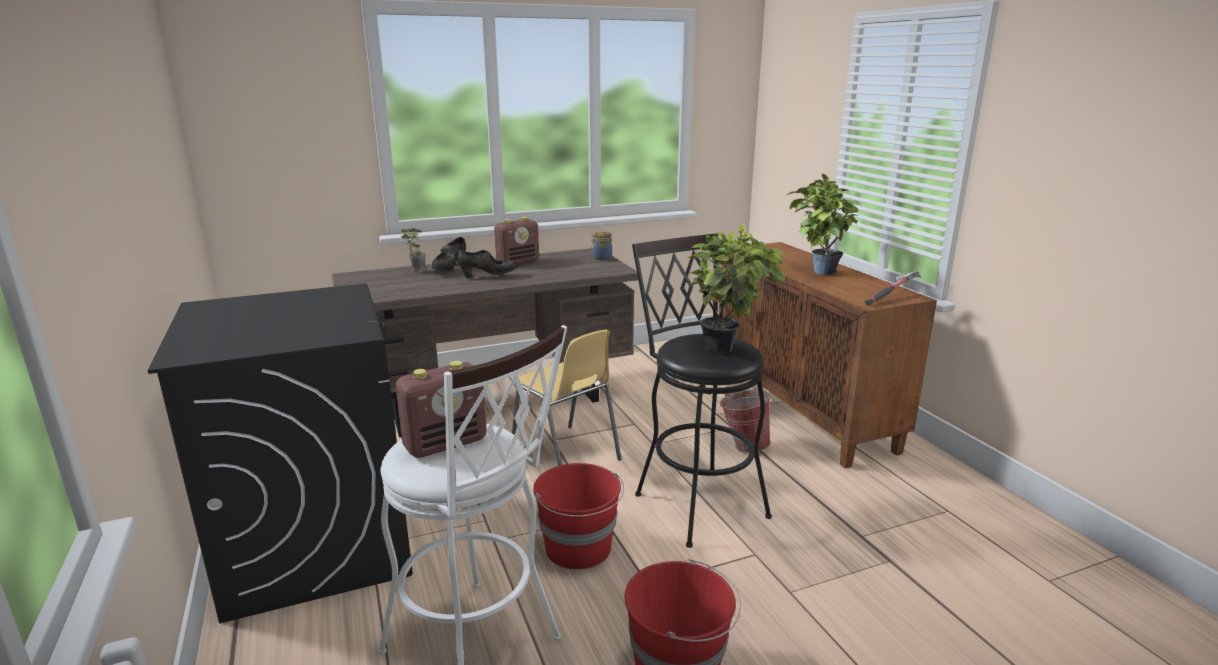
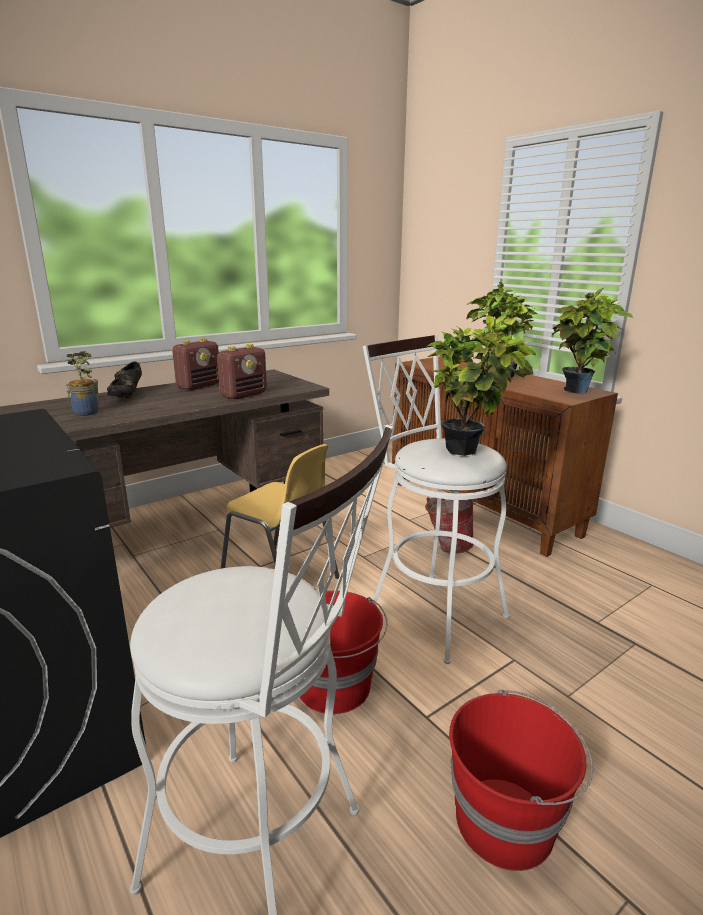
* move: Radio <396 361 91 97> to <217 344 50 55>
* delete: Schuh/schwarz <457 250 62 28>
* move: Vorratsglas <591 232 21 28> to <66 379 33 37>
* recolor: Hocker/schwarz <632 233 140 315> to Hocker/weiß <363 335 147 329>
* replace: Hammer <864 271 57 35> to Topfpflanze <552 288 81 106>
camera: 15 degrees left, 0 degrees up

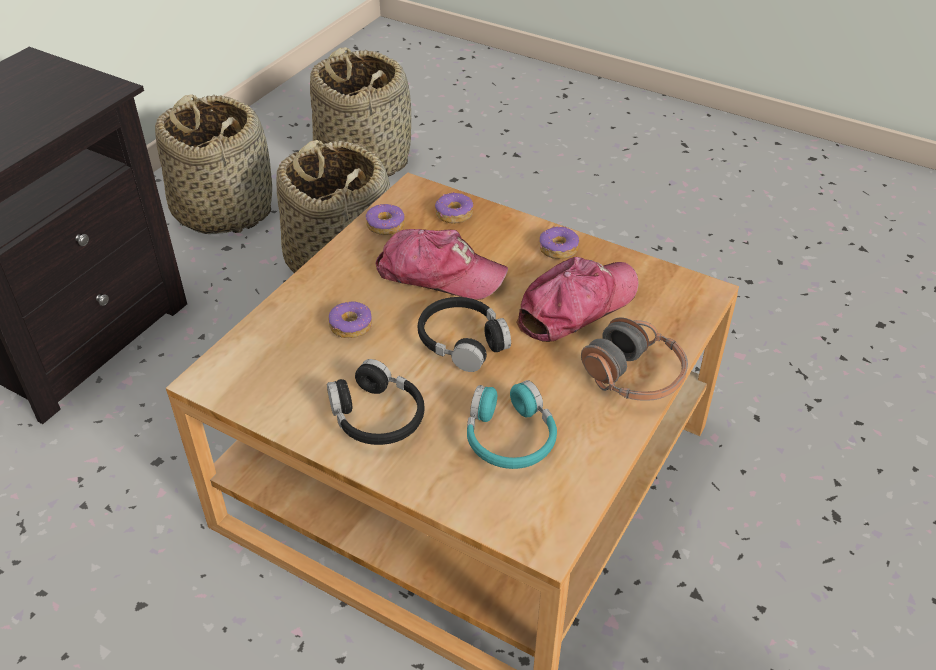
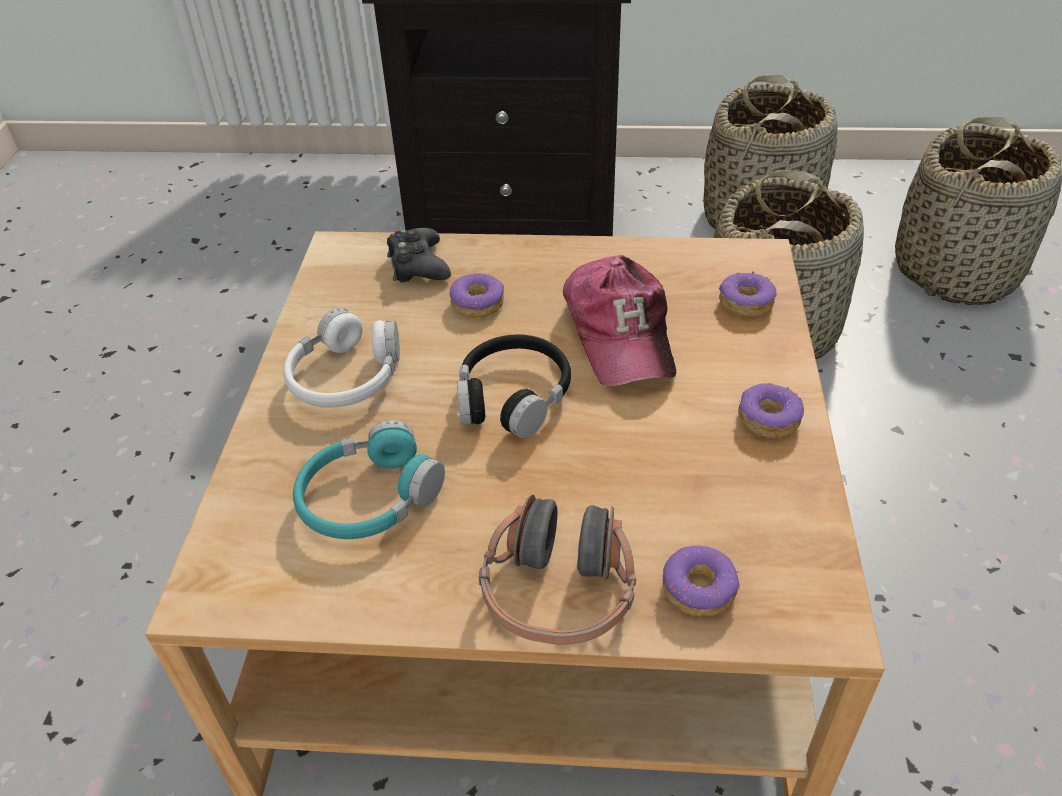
* recolor: Kopfhörer/schwarz <327 359 98 86> to Kopfhörer/weiß <283 308 117 100>
* move: Donut <366 204 39 31> to <663 545 77 72>
* delete: Kappe <516 257 122 85>
* insert: Gamepad/schwarz <387 228 64 54>
camera: 65 degrees right, 0 degrees up

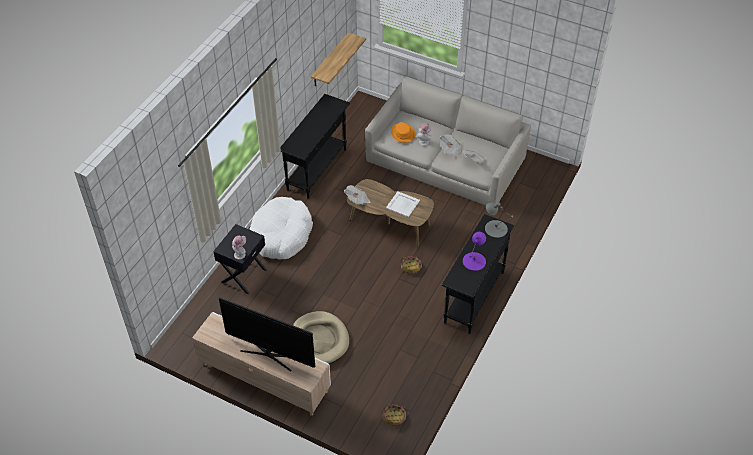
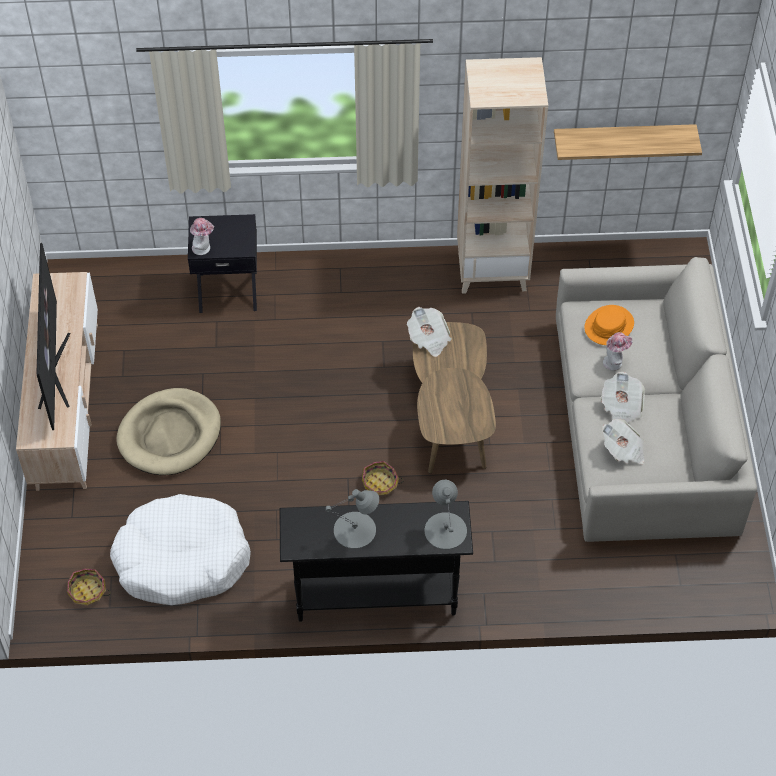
* move: Hundebett/weiß <249 197 64 63> to <110 494 141 111>
* replace: Konsolentisch/schwarz <280 94 70 105> to Bücherregal/beige <457 57 91 237>
* delete: Tablett/weiß <386 191 34 26>
* recolor: Tischlampe/lila <463 232 23 39> to Tischlampe/grau <326 489 53 60>
camera: 60 degrees right, 5 degrees up

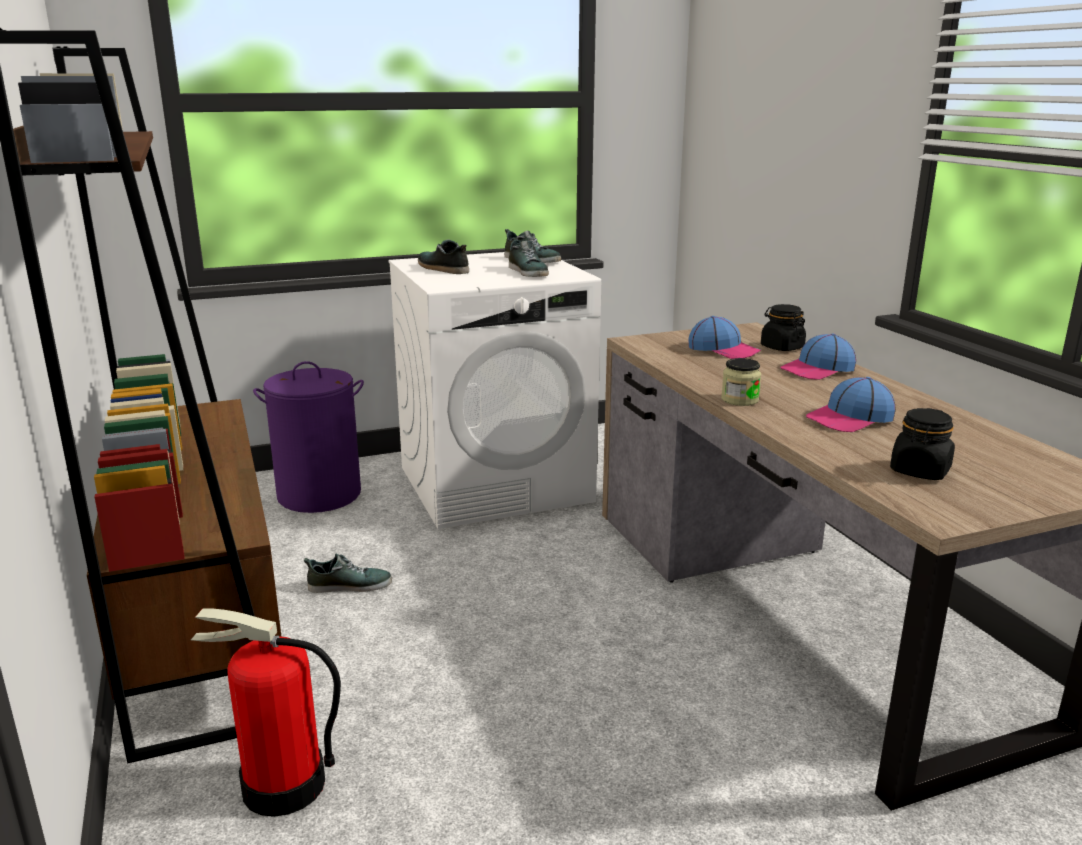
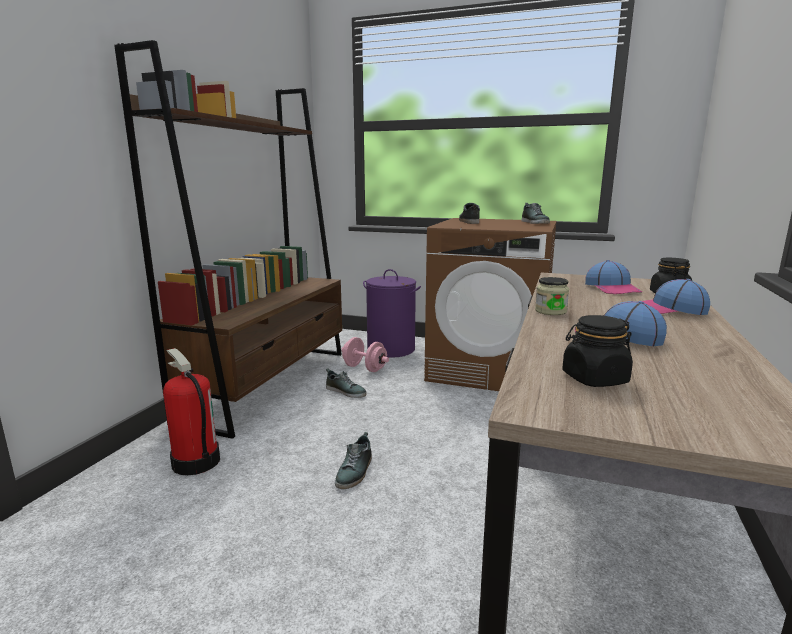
* recolor: Waschmaschine/weiß <388 252 213 277> to Waschmaschine/braun <424 218 133 173>
* move: Schuh <509 238 40 39> to <335 432 37 57>
* insert: Hantel/rosa <341 337 48 35>
camera: 40 degrees right, 5 degrees down

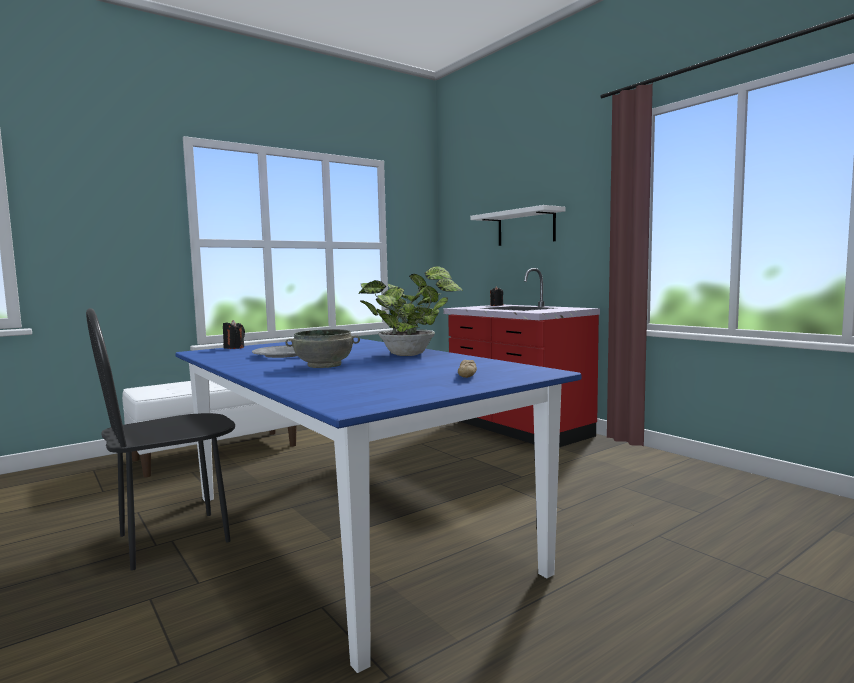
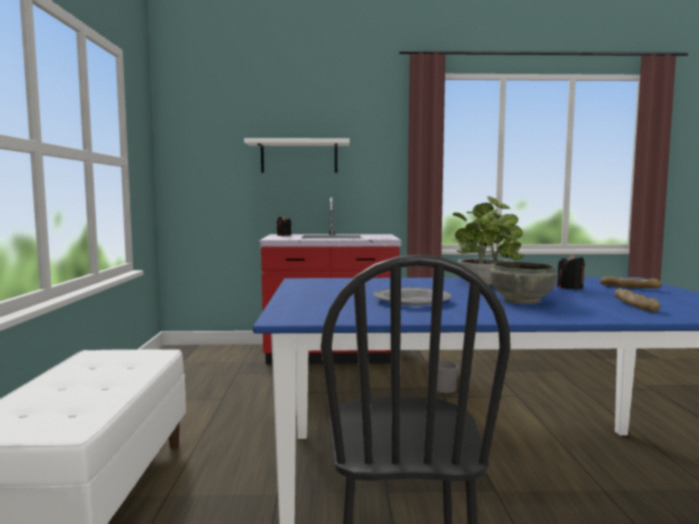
* move: Kerze/schwarz <223 320 22 29> to <557 254 28 36>
* insert: Eimer/grau <428 350 34 43>
* insert: Brot <614 288 46 24>
camera: 55 degrees left, 0 degrees up

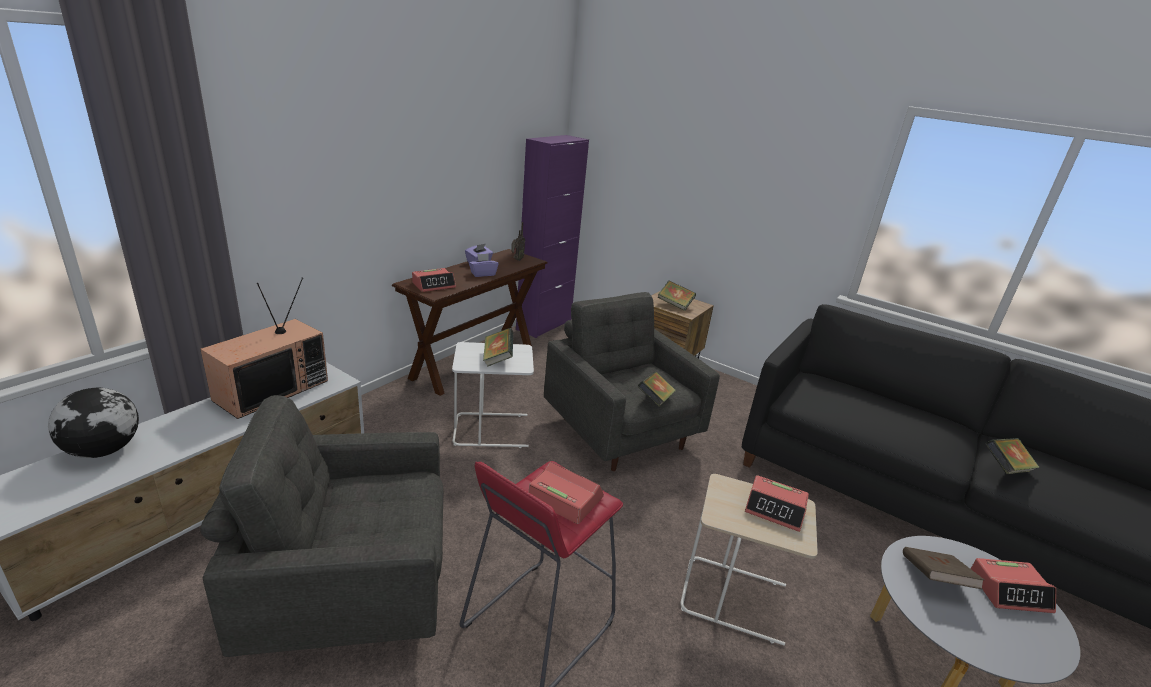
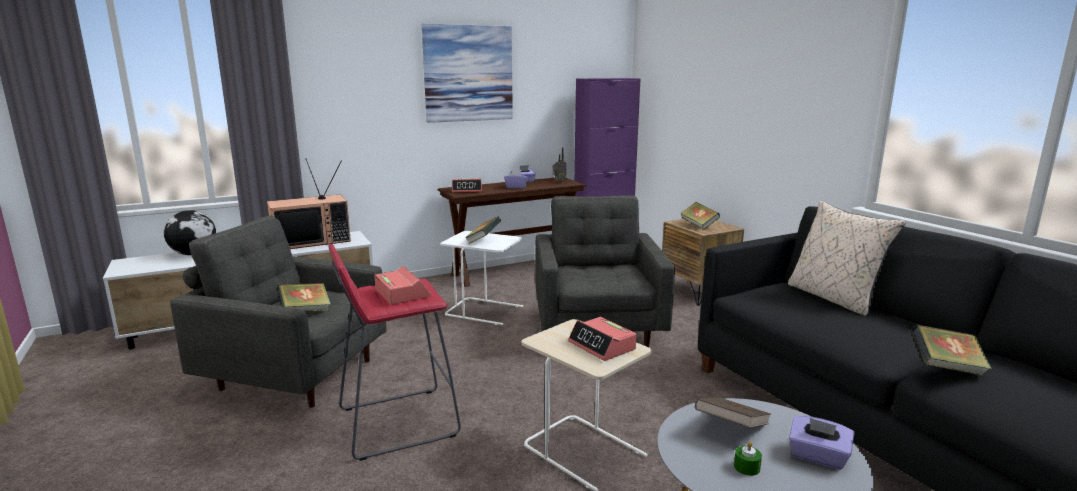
* move: Buch <638 371 38 36> to <277 283 54 29>
* replace: Wecker <971 558 85 55> to Taschentuchbox/lila <789 416 65 54>
* insert: Bild <422 23 91 100>
* insert: Kerze/grün <734 441 28 35>
* insert: Kissen/beige <788 201 117 115>
camera: 30 degrees right, 10 degrees down

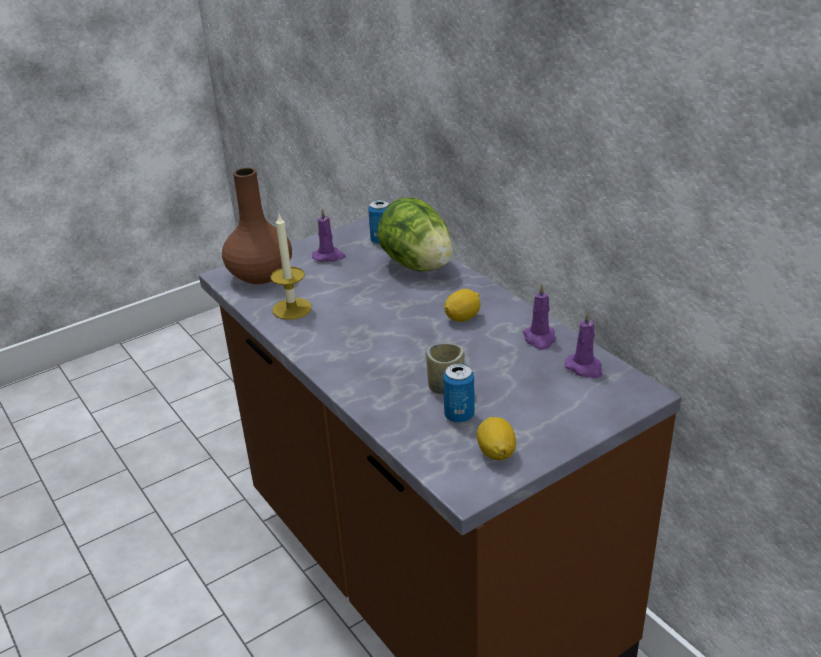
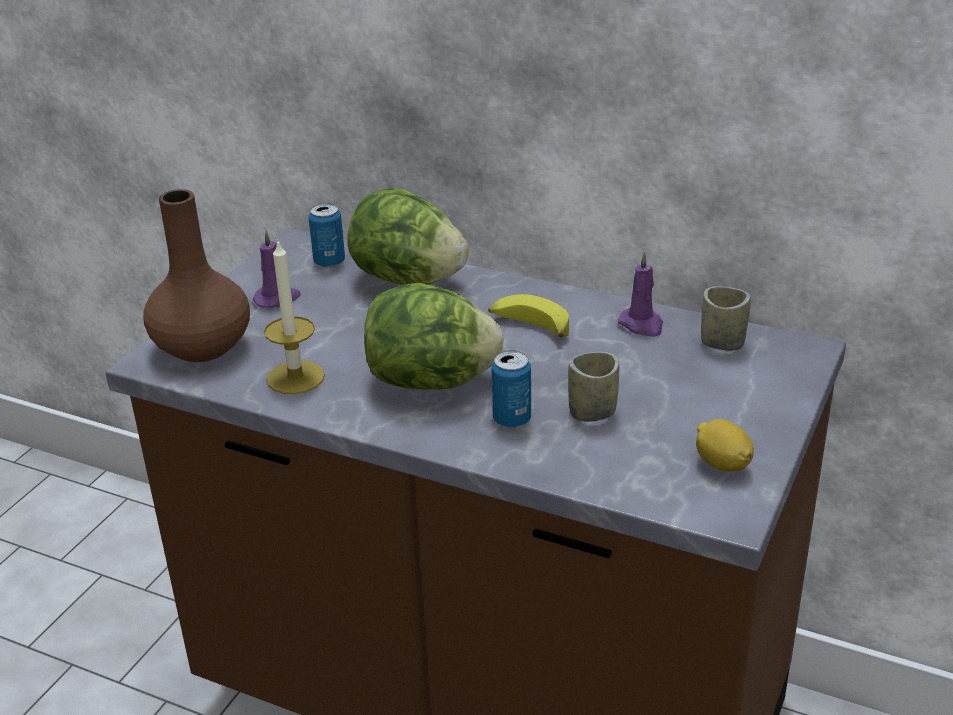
* move: Dose <443 363 32 60> to <492 351 39 77>
* replace: Zitrone <444 289 37 33> to Banane <488 294 81 43>
* replace: Kerze/lila <565 311 37 67> to Tasse <701 286 50 65>
* insert: Salatkopf <364 283 140 106>
camera: 30 degrees left, 0 degrees up

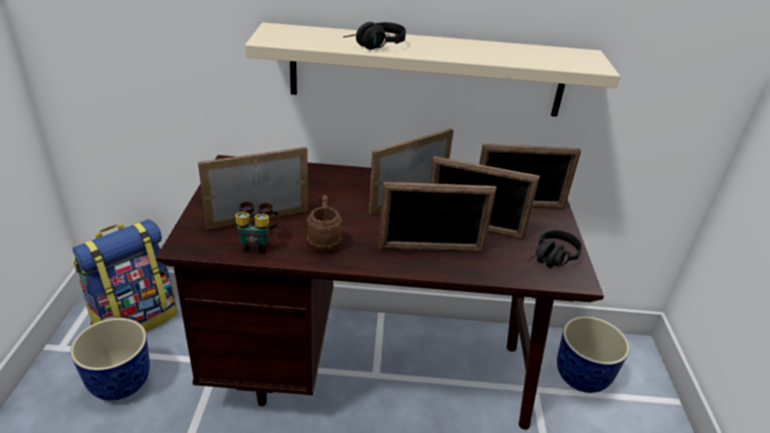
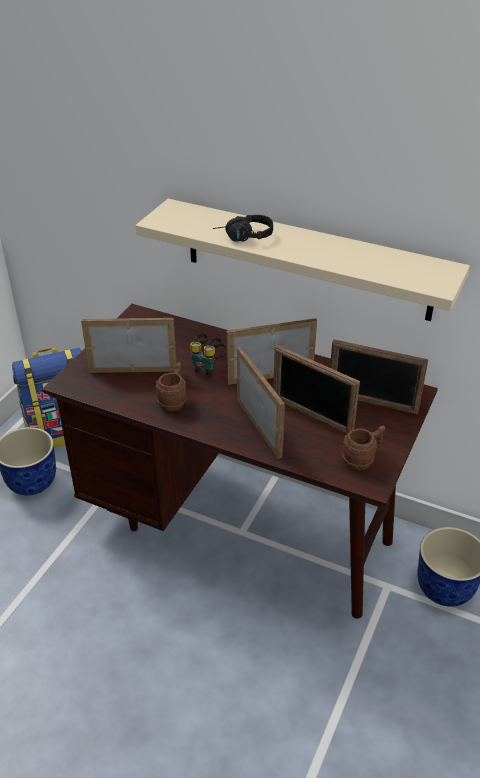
* move: Fernglas <235 201 44 52> to <190 333 36 43>
* rotate: Bilderrahmen <378 182 119 70> = <237 347 48 112> 135 degrees counterclockwise
* replace: Kopfhörer/schwarz <528 230 54 38> to Henkelbecher/braun <342 425 44 45>
camera: 25 degrees right, 5 degrees up

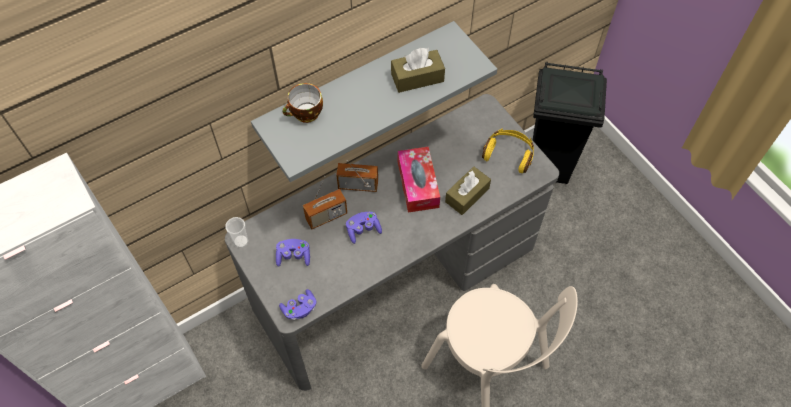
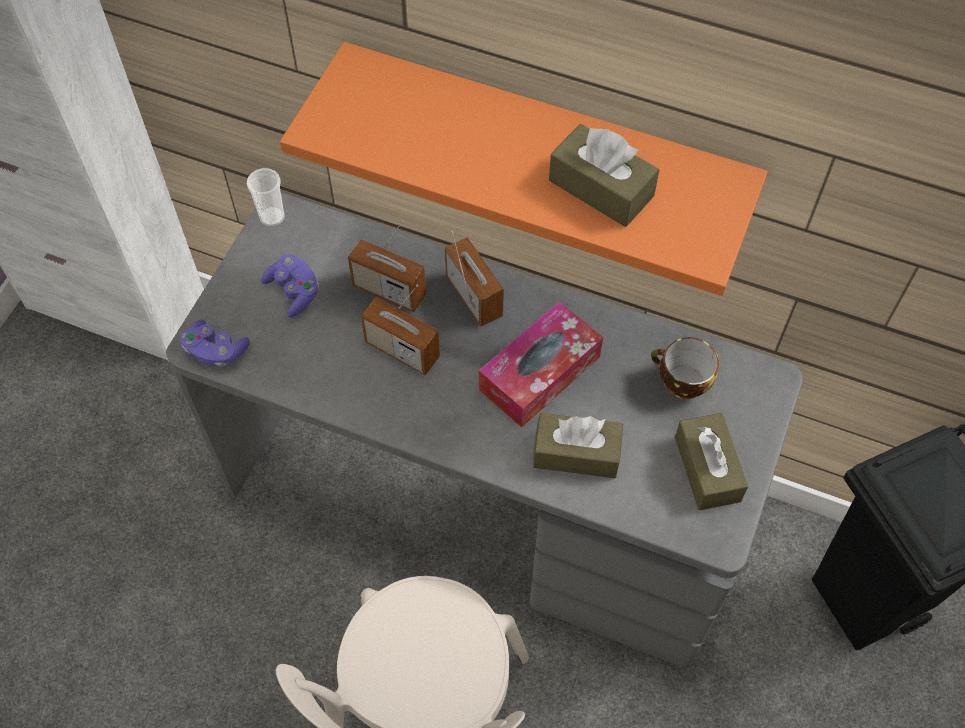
* recolor: Wandregal/grau <251 21 246 161> to Wandregal/orange <280 42 488 254>
* move: Tasse <282 83 41 40> to <651 337 68 62>
* replace: Gamepad/lila <346 212 36 32> to Radio <361 284 79 91>
* replace: Kopfhörer/gelb <482 129 52 44> to Taschentuchbox/braun <675 413 73 97>
camera: 55 degrees right, 0 degrees up

